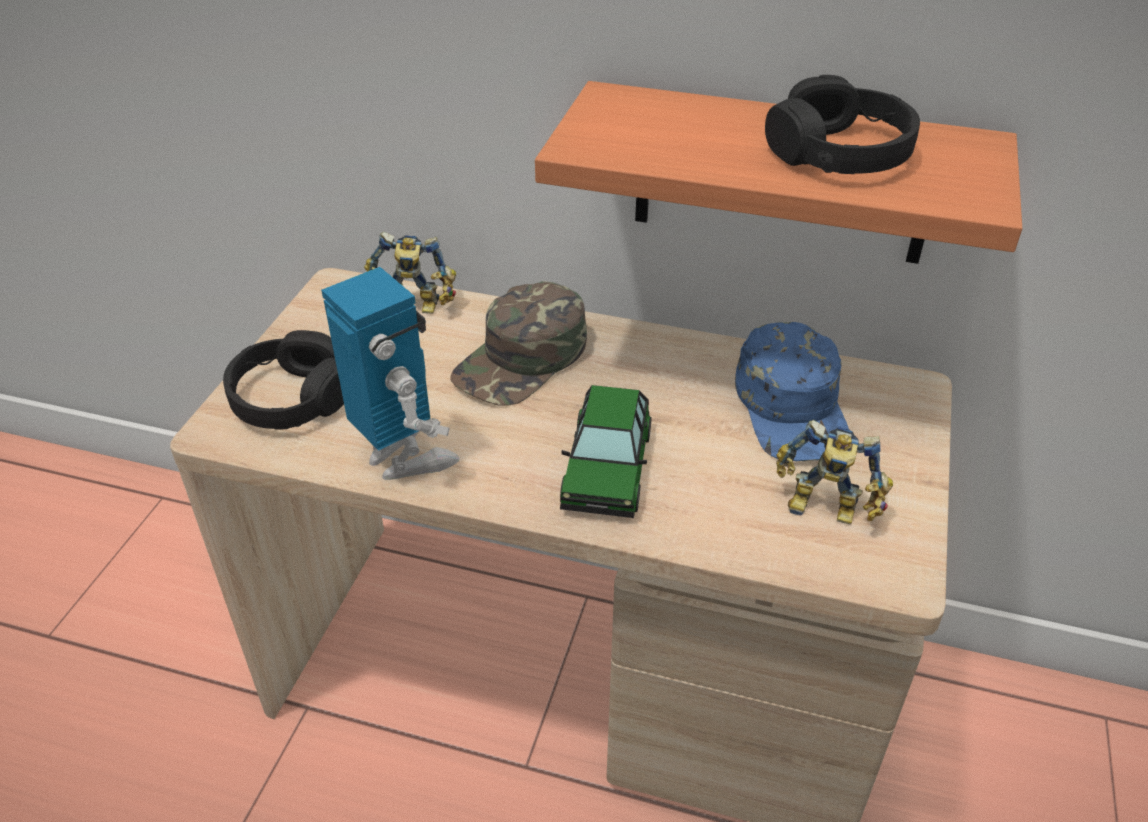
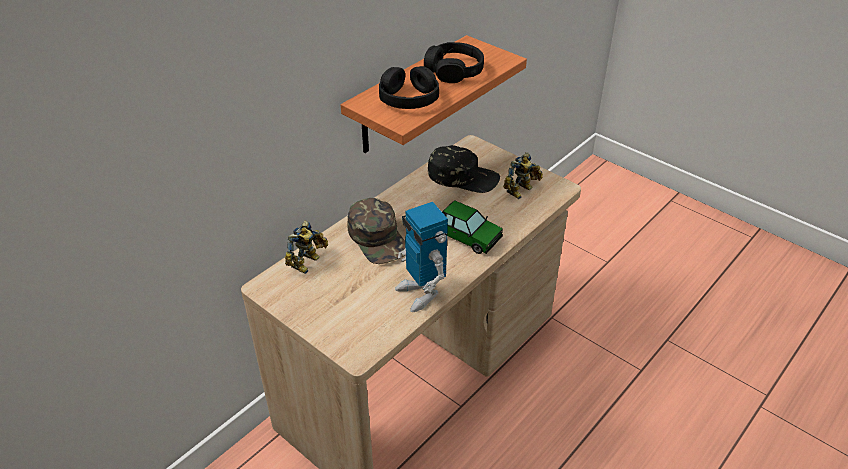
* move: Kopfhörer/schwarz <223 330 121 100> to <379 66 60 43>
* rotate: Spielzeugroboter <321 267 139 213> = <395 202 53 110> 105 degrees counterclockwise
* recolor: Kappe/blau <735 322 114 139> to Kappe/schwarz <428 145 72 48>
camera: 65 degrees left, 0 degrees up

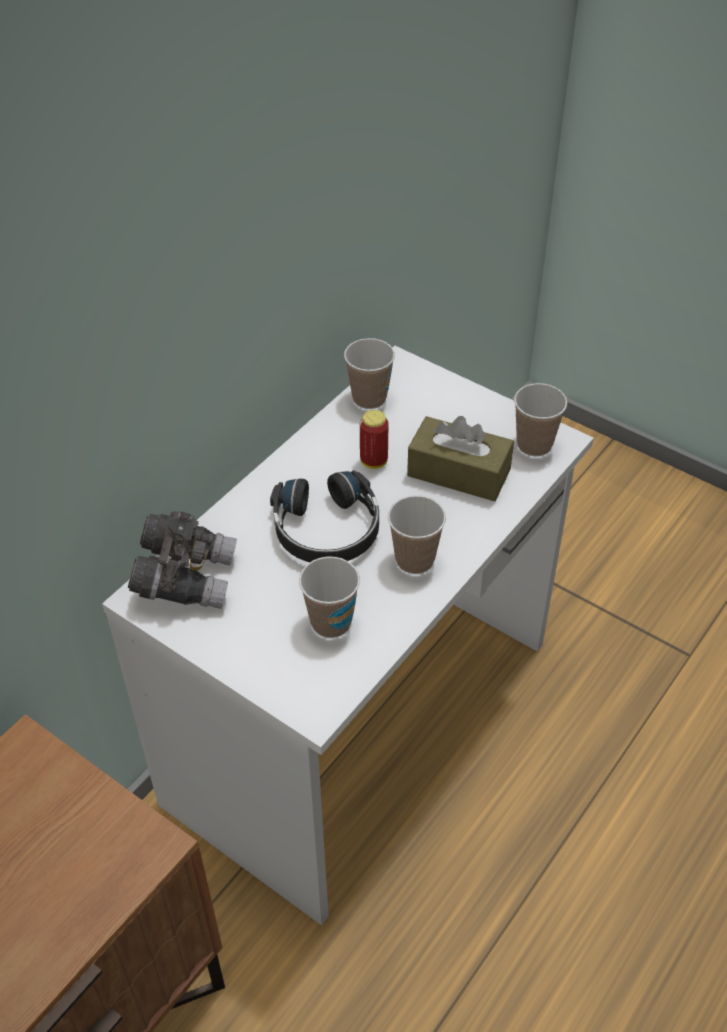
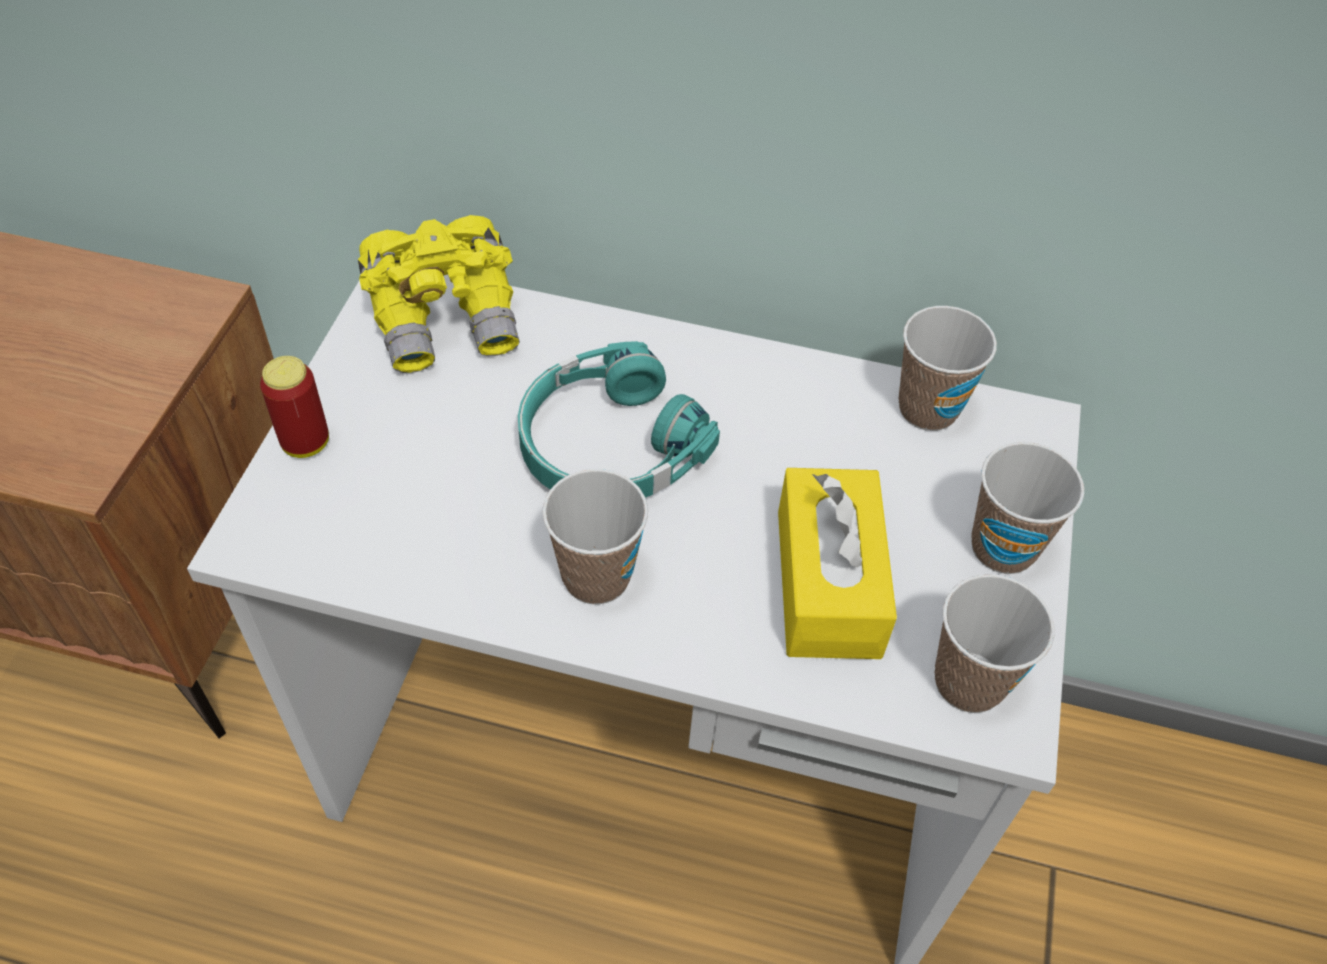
* recolor: Fernglas/grau <128 511 109 98> to Fernglas/gelb <358 215 162 158>
* recolor: Kopfhörer/schwarz <270 470 109 92> to Kopfhörer/türkis <518 341 202 156>
* move: Tasse <299 557 61 81> to <971 442 113 132>
* move: Dose <360 410 29 59> to <260 356 69 102>
* recolor: Taschentuchbox/braun <407 416 107 85> to Taschentuchbox/gelb <778 468 119 191>
camera: 65 degrees right, 5 degrees up

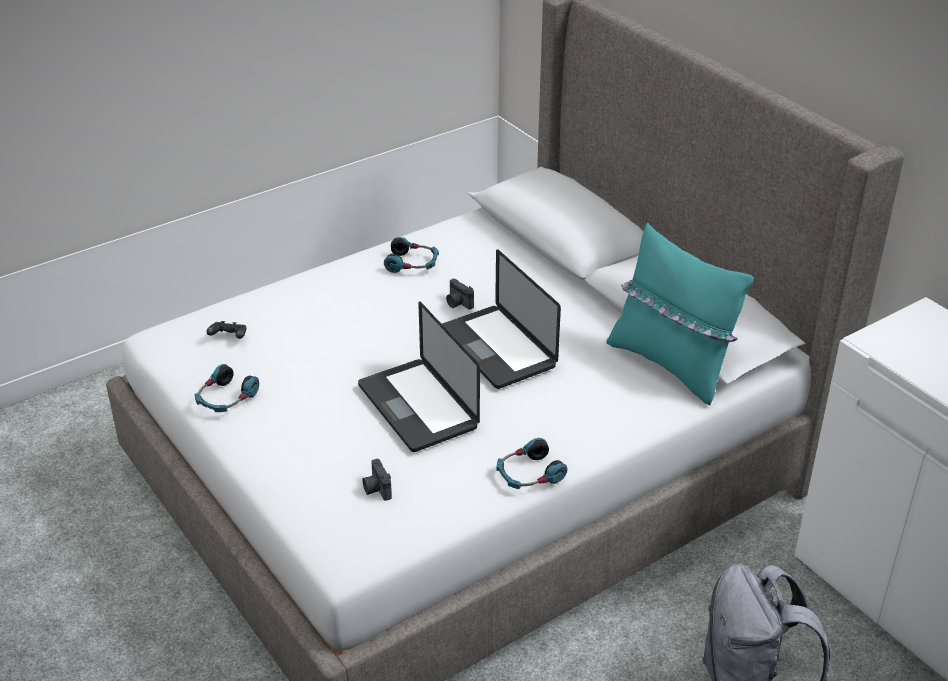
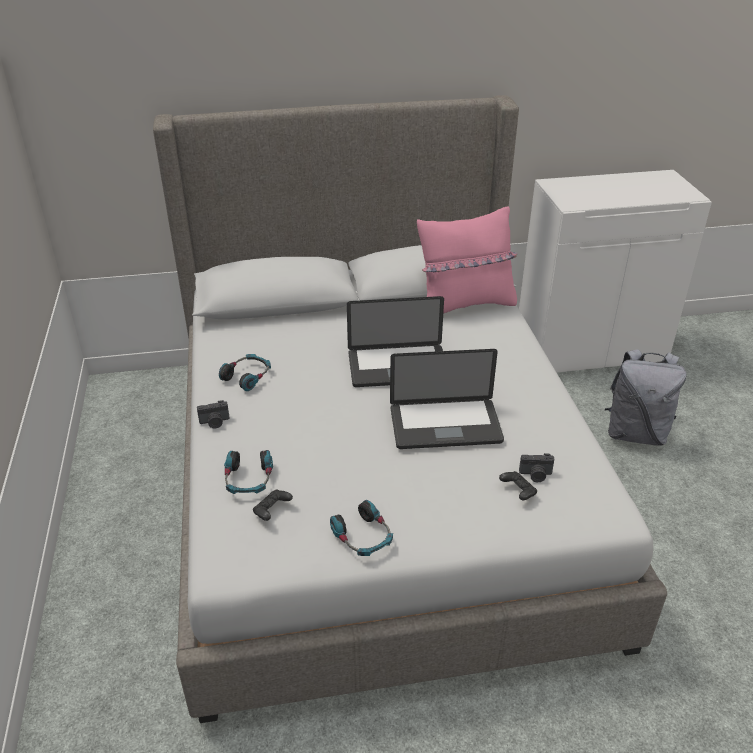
* move: Kamera <446 279 28 31> to <197 400 33 28>
* move: Kopfhörer <497 438 71 51> to <224 450 49 44>
* recolor: Kissen/türkis <606 223 148 182> to Kissen/rosa <417 206 100 108>
* insert: Gamepad/schwarz <499 471 38 29>
camera: 65 degrees left, 0 degrees up

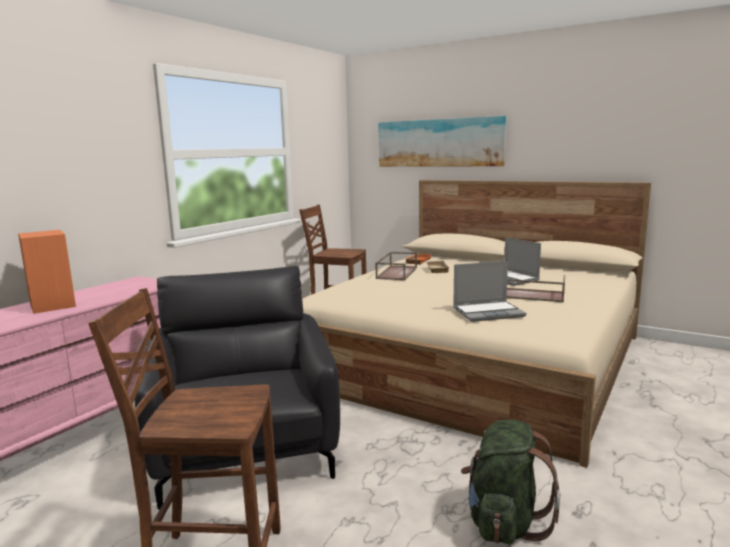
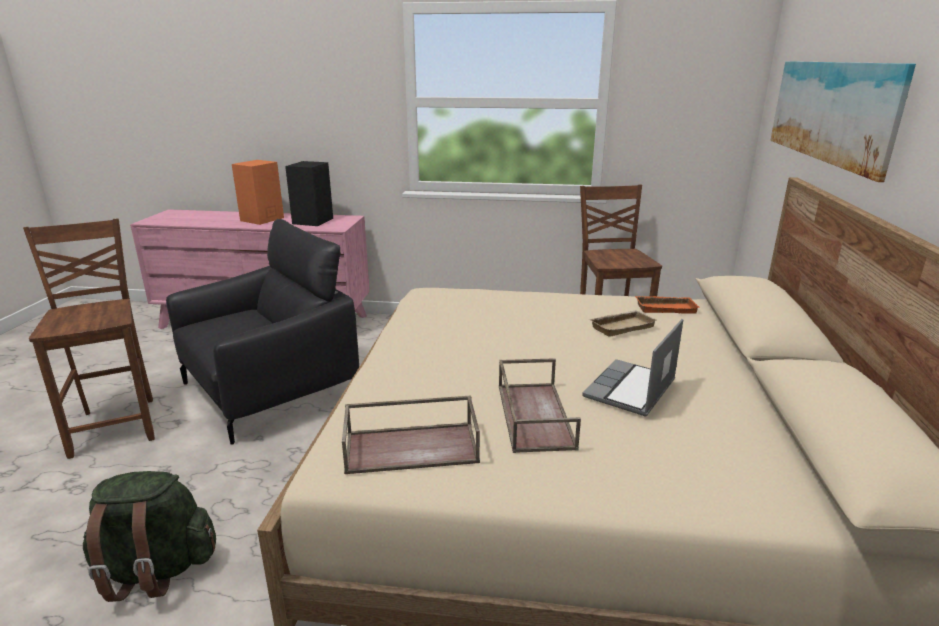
* move: Tablett/braun <375 252 42 28> to <342 396 138 78>
* delete: Laptop <453 261 74 61>
* insert: Lautsprecher/schwarz <285 161 48 65>
camera: 65 degrees right, 10 degrees up

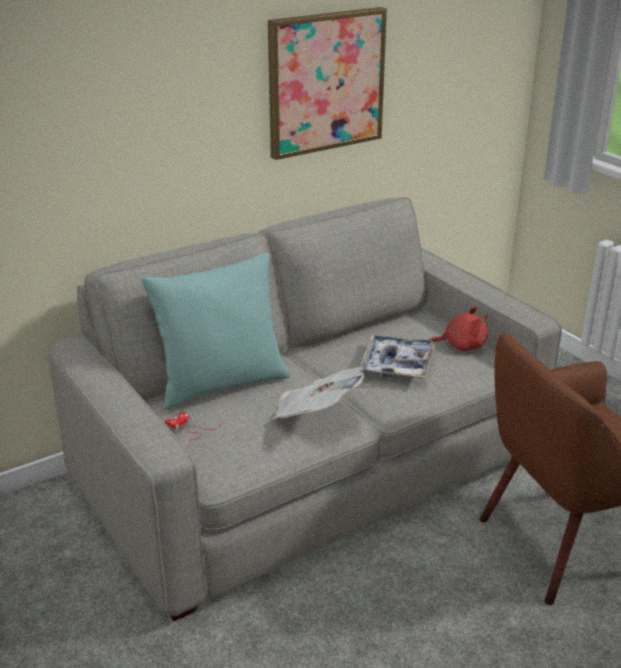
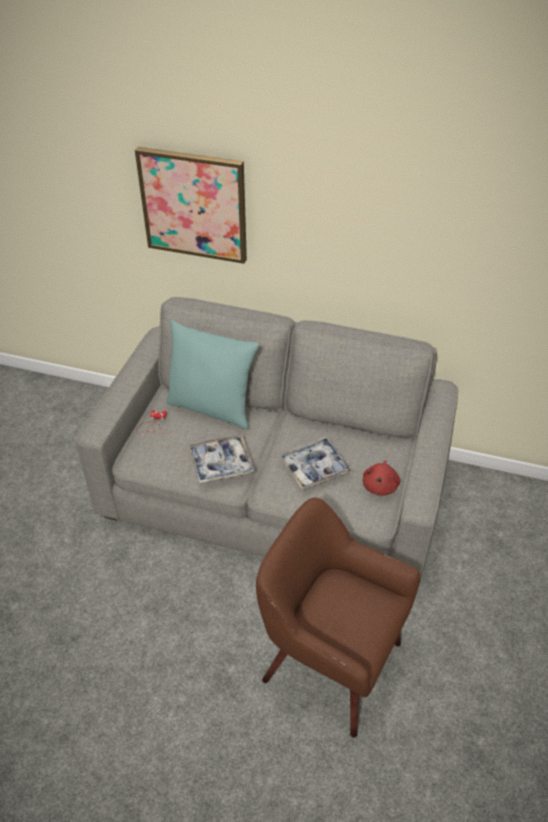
* move: Bild <268 7 119 153> to <135 147 112 117>
* replace: Zeitung <273 367 91 52> to Tablett <189 435 65 48>
* rotate: Plüschtier/rot <429 306 59 45> = <363 460 37 36> 60 degrees clockwise
camera: 50 degrees right, 15 degrees up

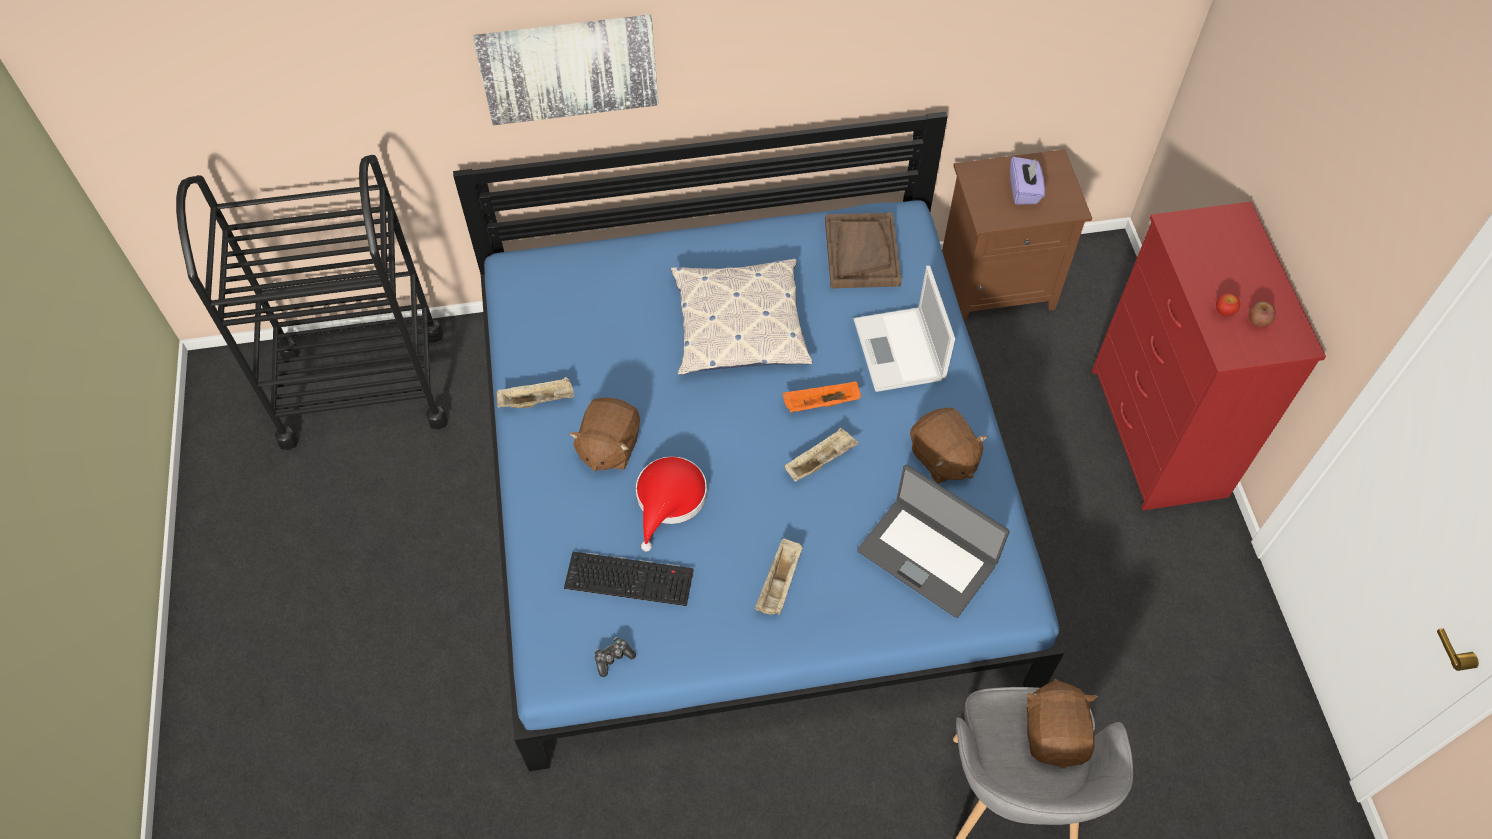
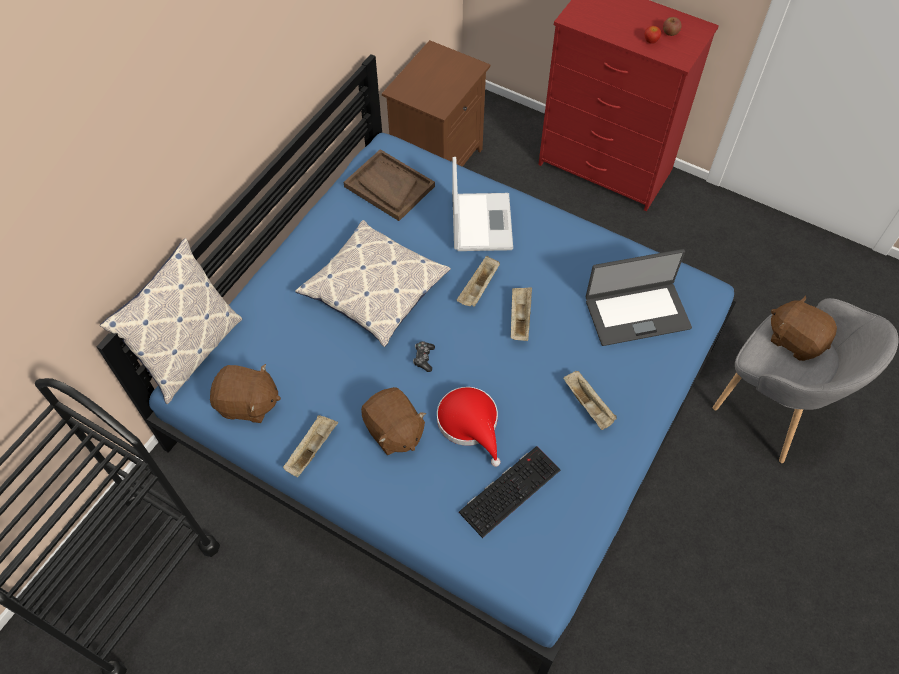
* delete: Bild <473 14 186 111>
* move: Gamepad <595 637 41 40> to <413 341 22 31>
* recolor: Tablett/orange <783 381 78 32> to Tablett/beige <457 256 43 51>
* rotate: Laptop <854 266 101 126> = <452 157 61 94> 120 degrees counterclockwise
* move: Plüschtier/braun <910 408 77 76> to <210 364 71 59>
* delete: Taschentuchbox/lila <1010 157 35 48>
* insert: Kissen <100 238 142 166>
camera: 50 degrees left, 0 degrees up

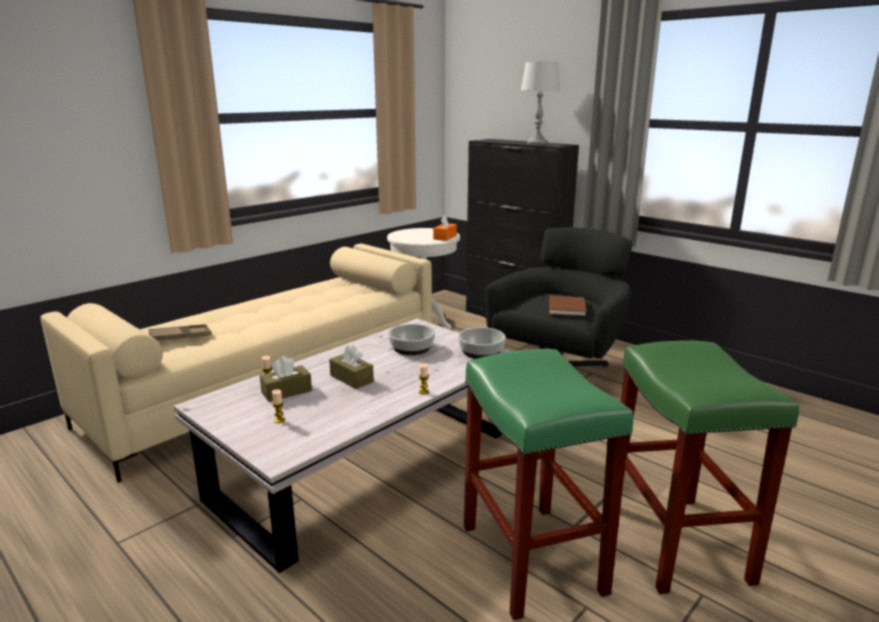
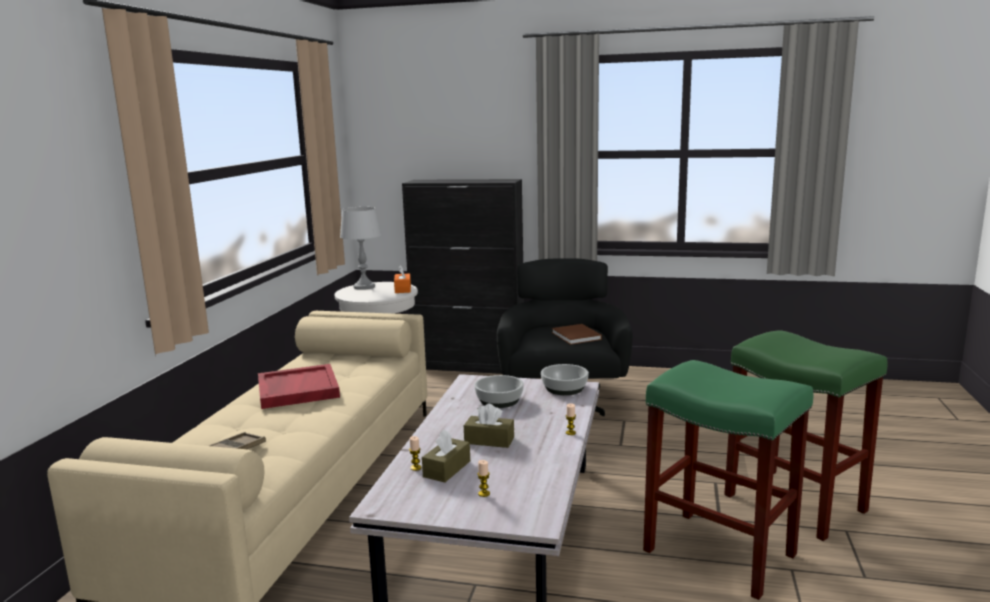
* move: Tischlampe/grau <521 62 39 82> to <340 207 41 83>
* insert: Tablett/rot <258 364 82 45>
camera: 30 degrees left, 5 degrees down

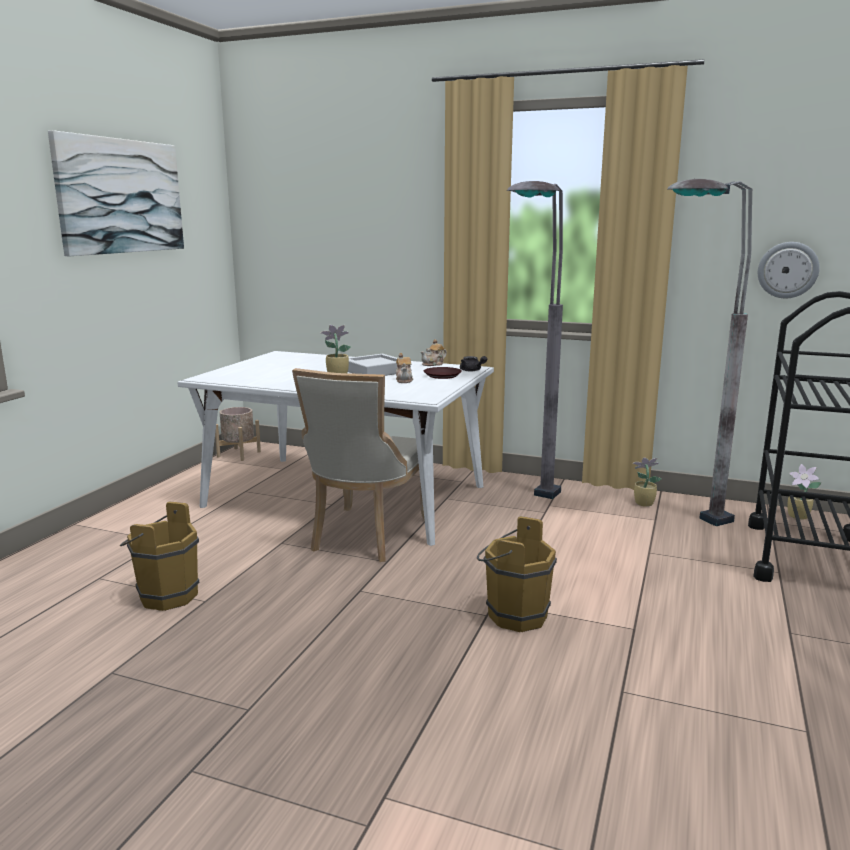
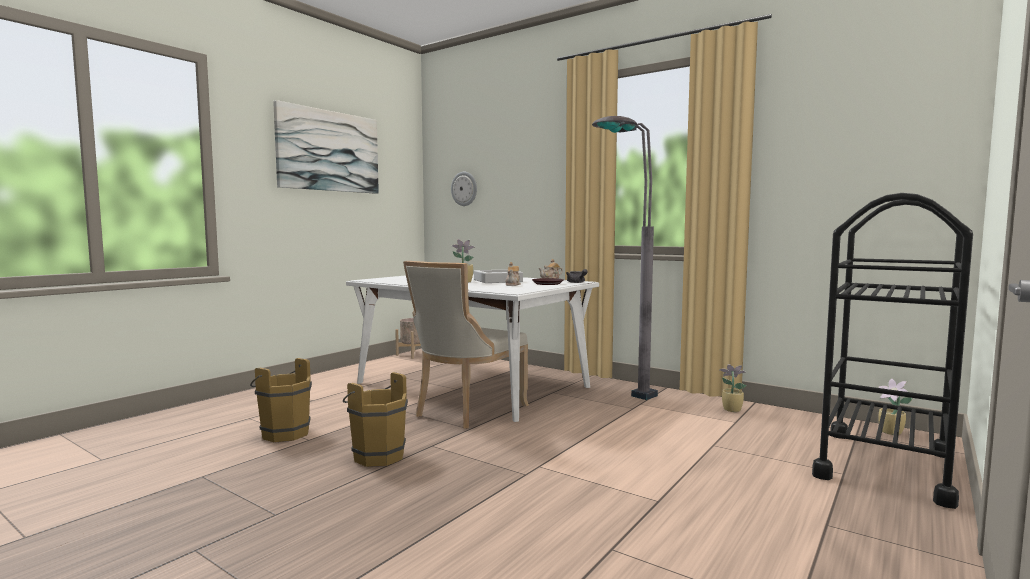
* move: Eimer/braun <477 516 80 116> to <343 372 65 95>
* delete: Stehlampe/grau <667 179 85 347>
* move: Wanduhr <758 242 62 56> to <451 172 26 34>
camera: 15 degrees right, 10 degrees down

